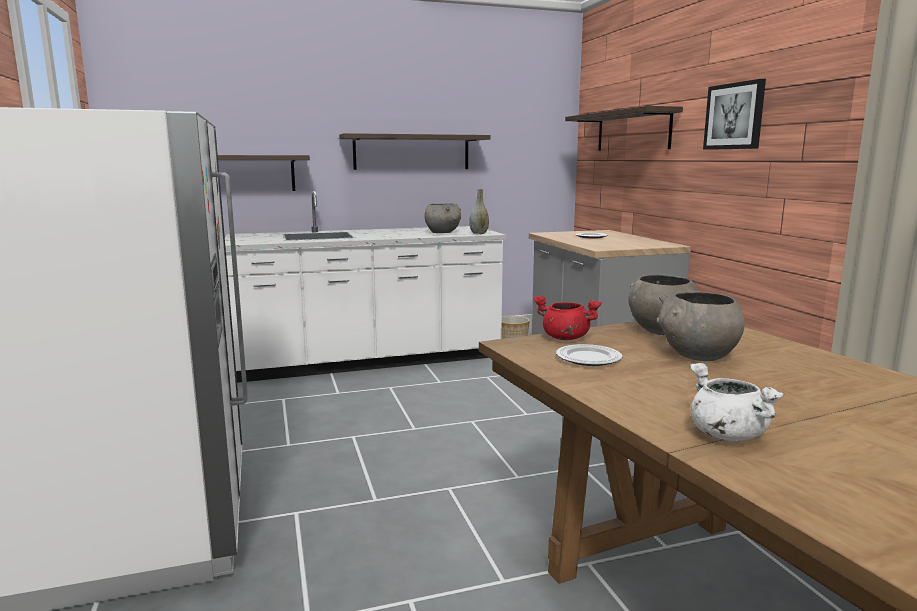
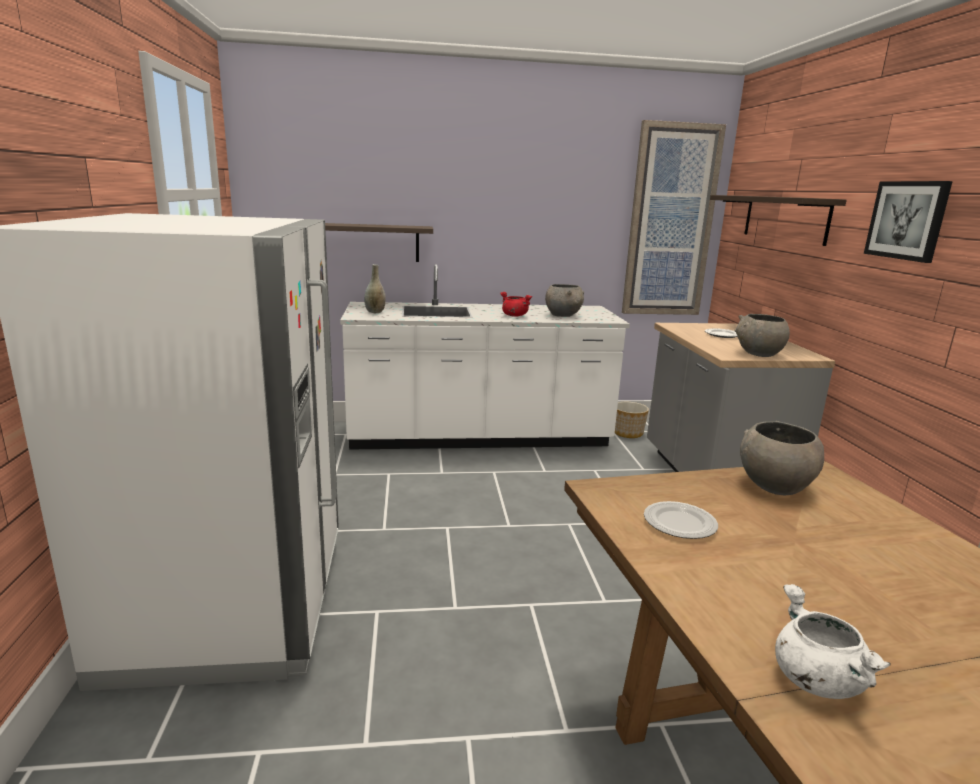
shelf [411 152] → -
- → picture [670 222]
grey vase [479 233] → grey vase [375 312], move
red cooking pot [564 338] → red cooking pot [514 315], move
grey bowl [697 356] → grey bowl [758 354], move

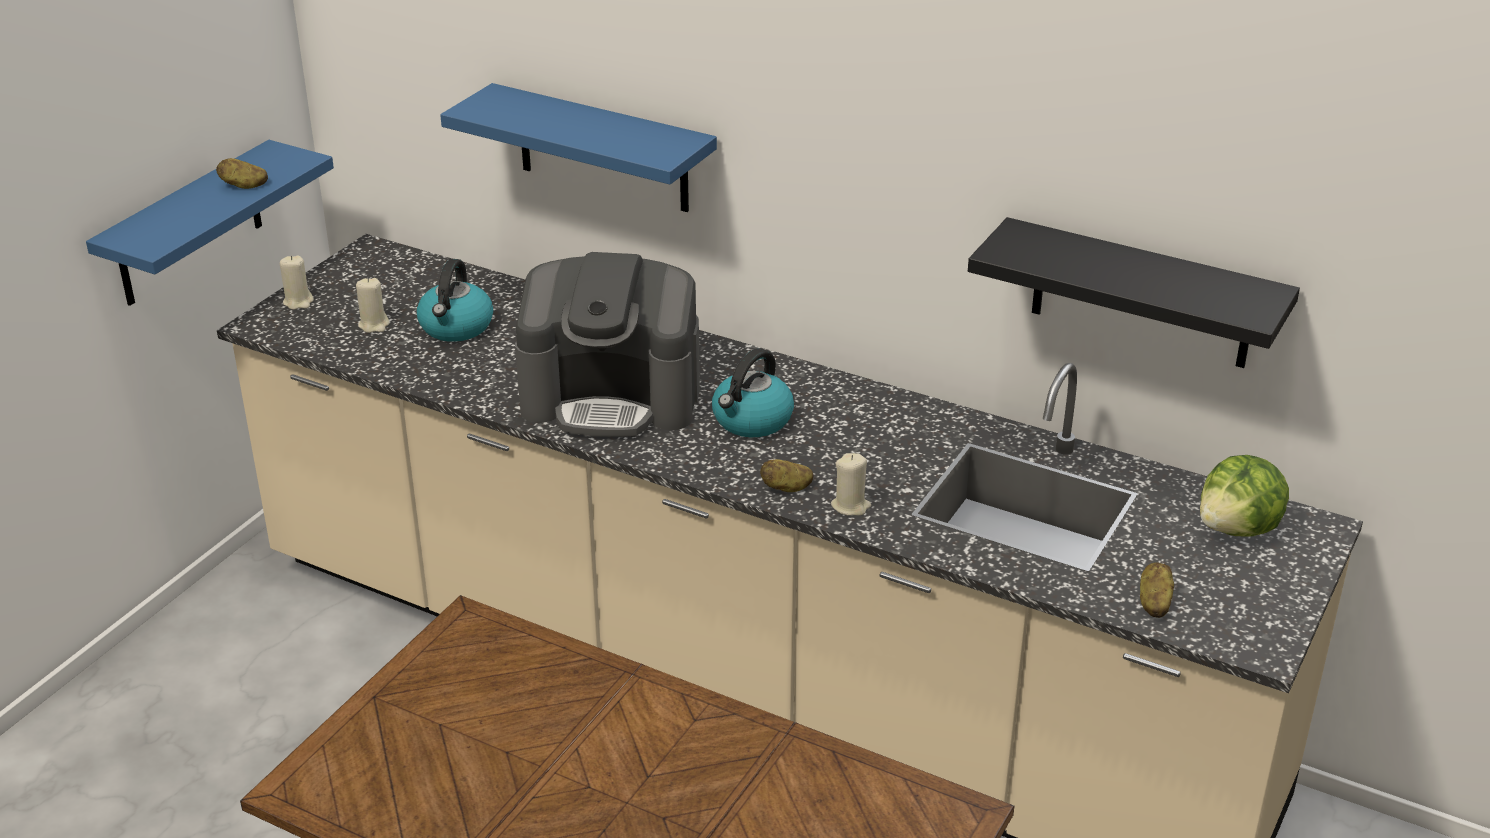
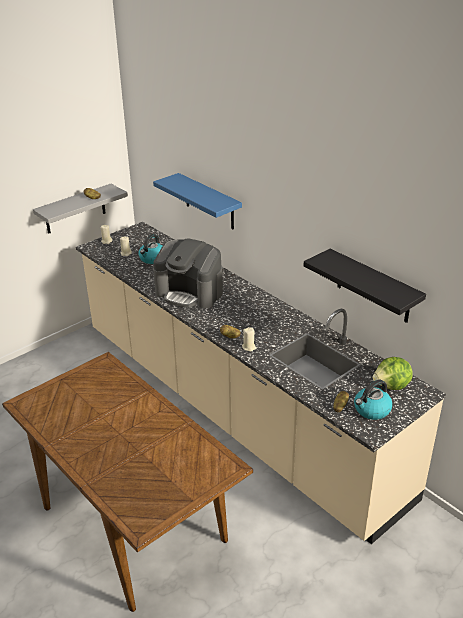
kettle [752 421] → kettle [371 410], move
blue shelf [189 226] → grey shelf [75 209]

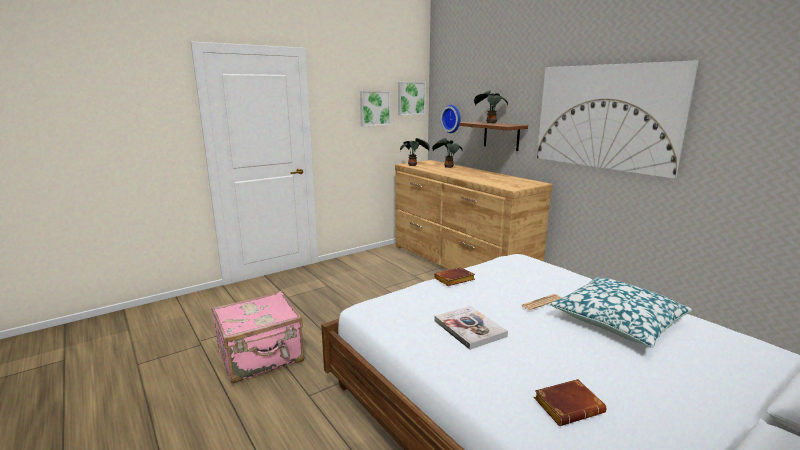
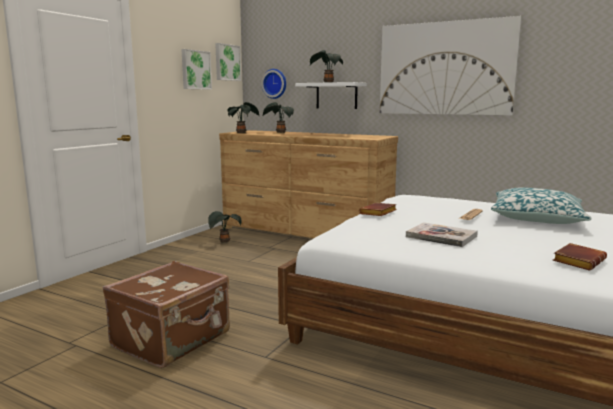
- → potted plant [224 242]
pink suitcase [261 358] → brown suitcase [173 340]
brown shelf [501 135] → white shelf [336 96]

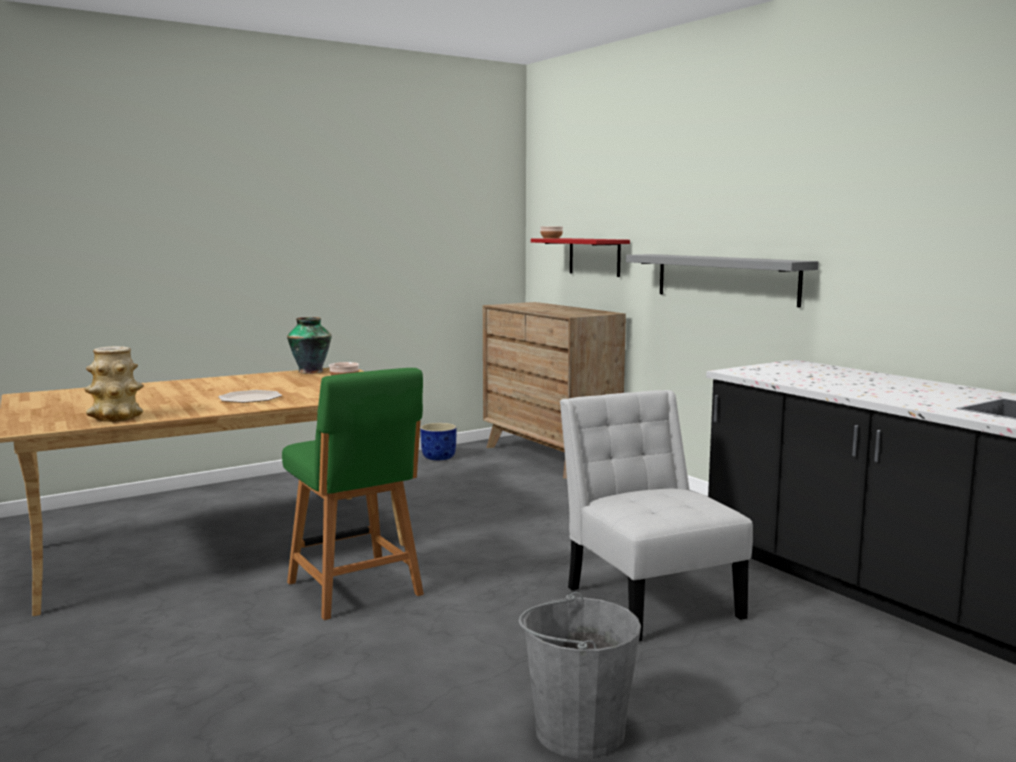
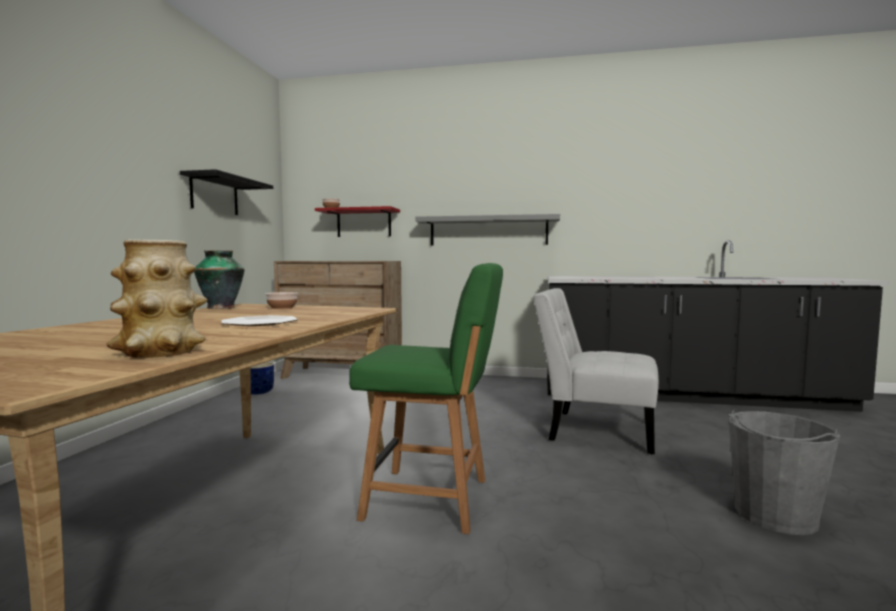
- → black shelf [214 195]

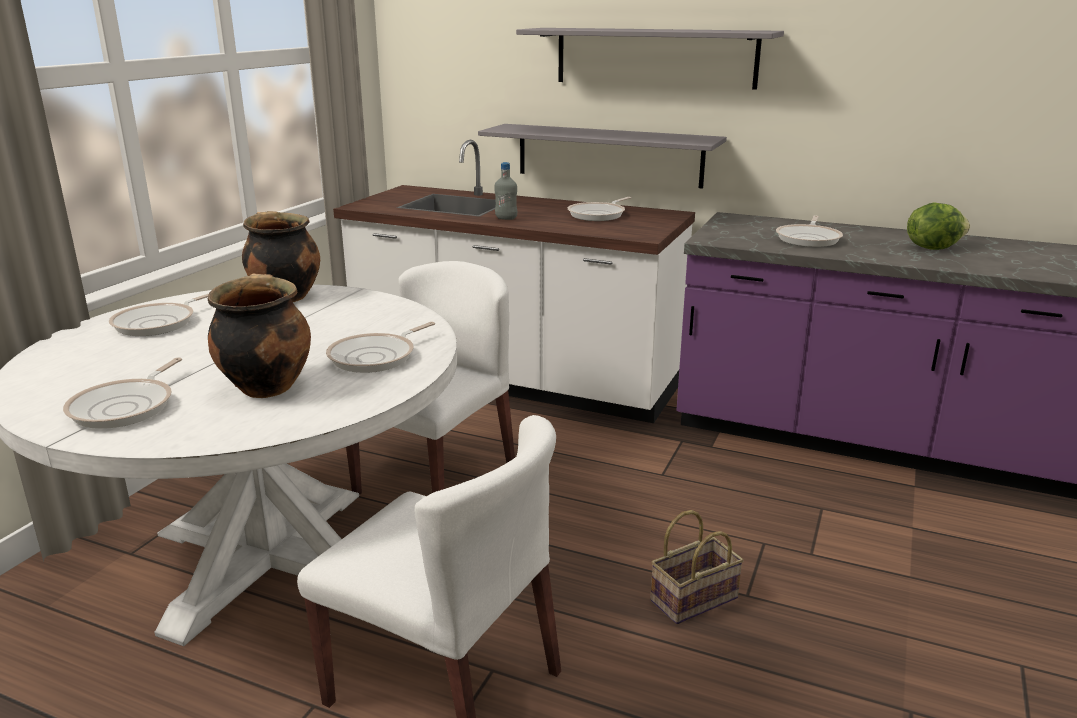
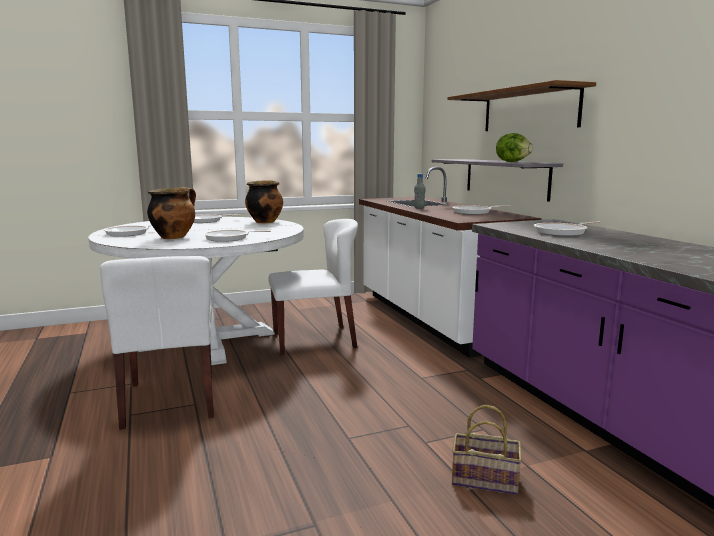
basket [694 598] → basket [486 479], move
lettuce [932 248] → lettuce [513 162], move
grey shelf [655 57] → brown shelf [529 110]

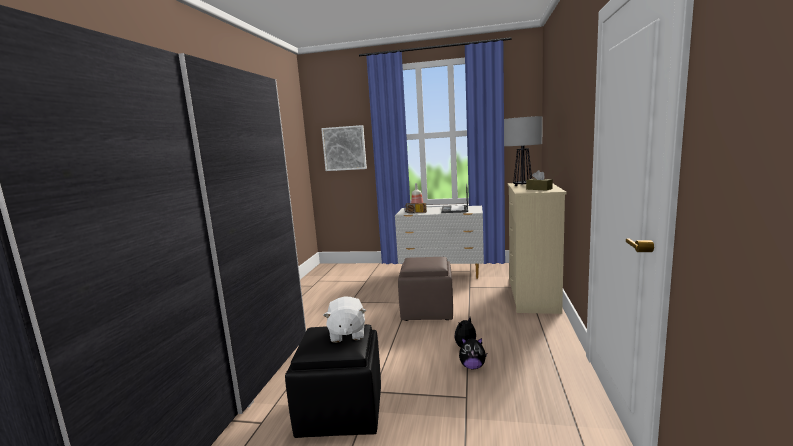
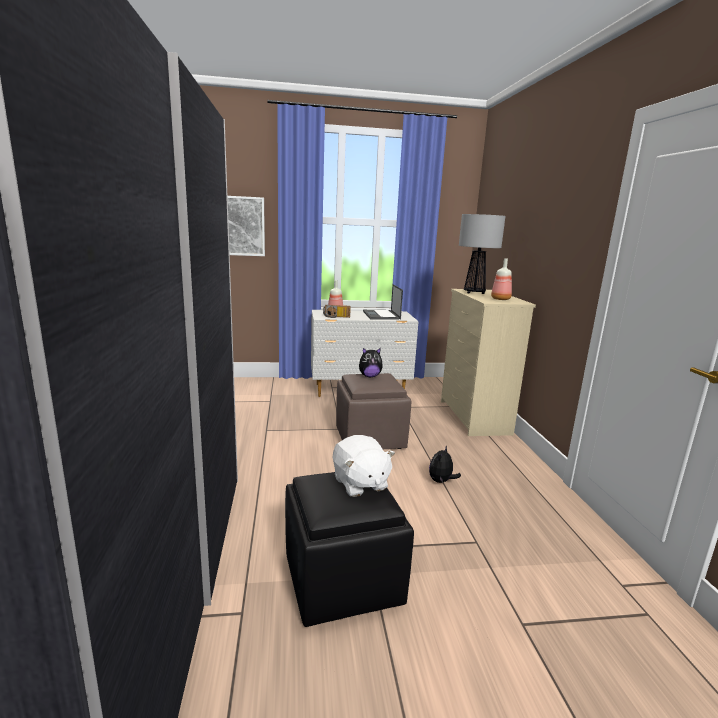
plush toy [472 366] → plush toy [369 376], move
brown tissue box [539 189] → bottle [501 299]

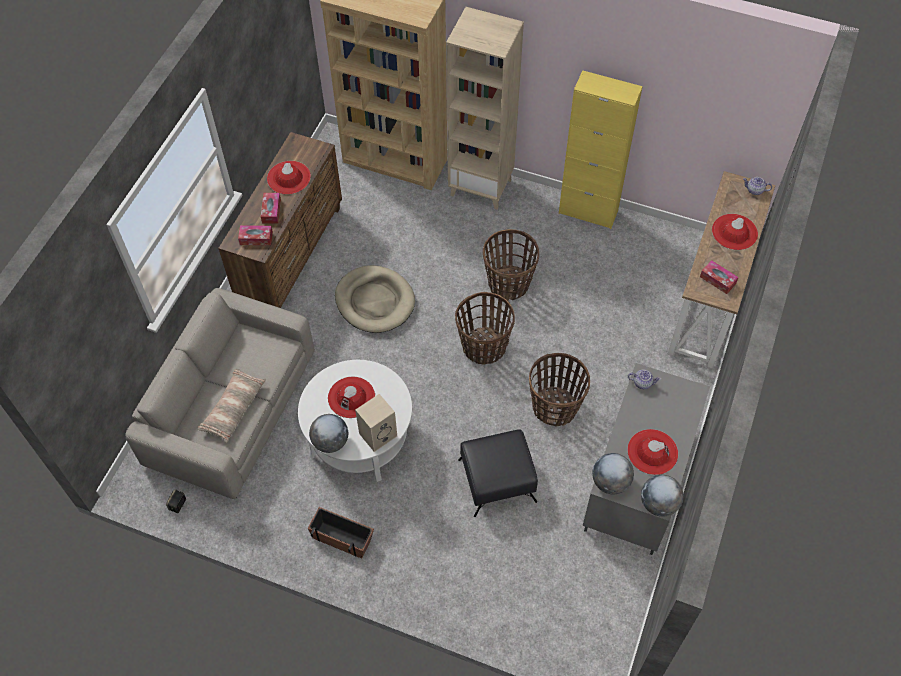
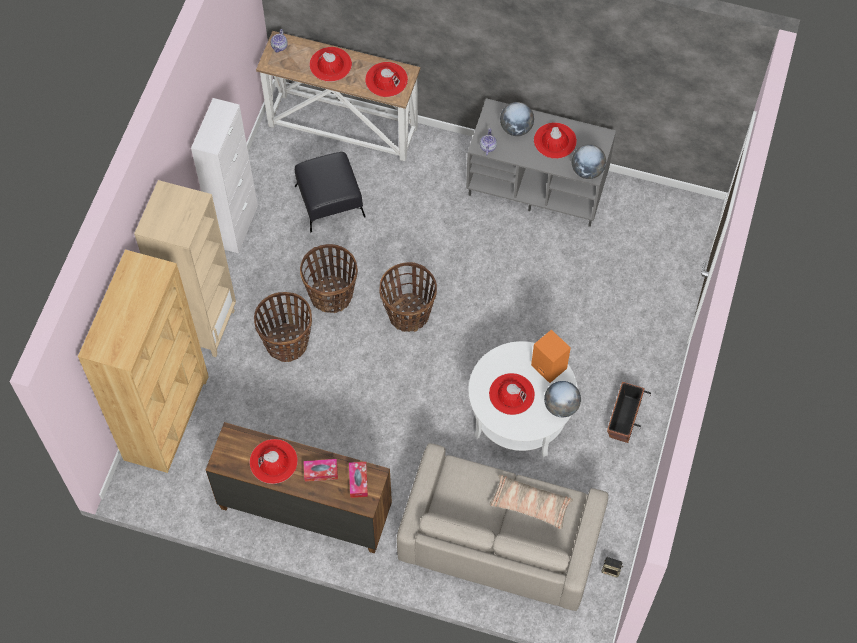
beige dog bed [375 301] → -
black ottoman [498 480] → black ottoman [330 200], move
basket [555 407] → basket [287 342], move
globe [658 504] → globe [516 128], move
tissue box [717 280] → red hat [386 79]
beige speaker [378 434] → orange speaker [547 366]
yellow cabinet [588 212] → white cabinet [236 226]

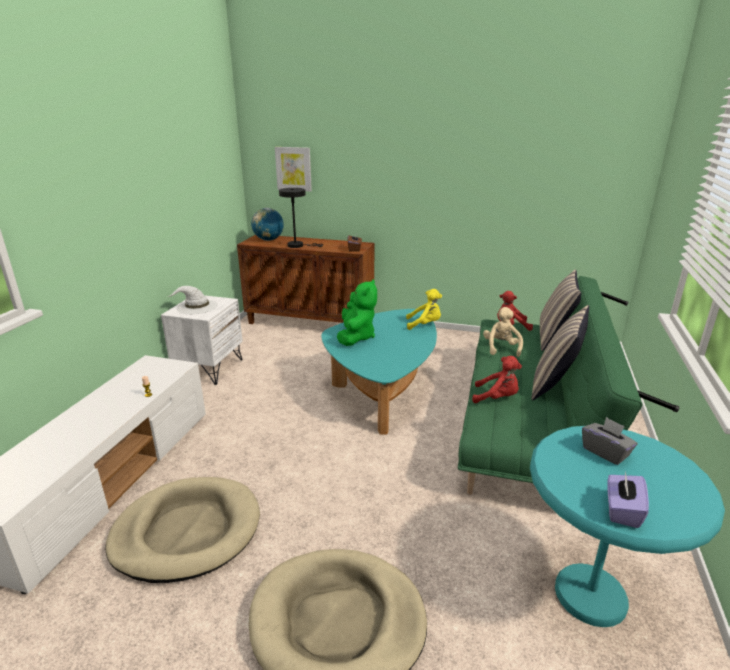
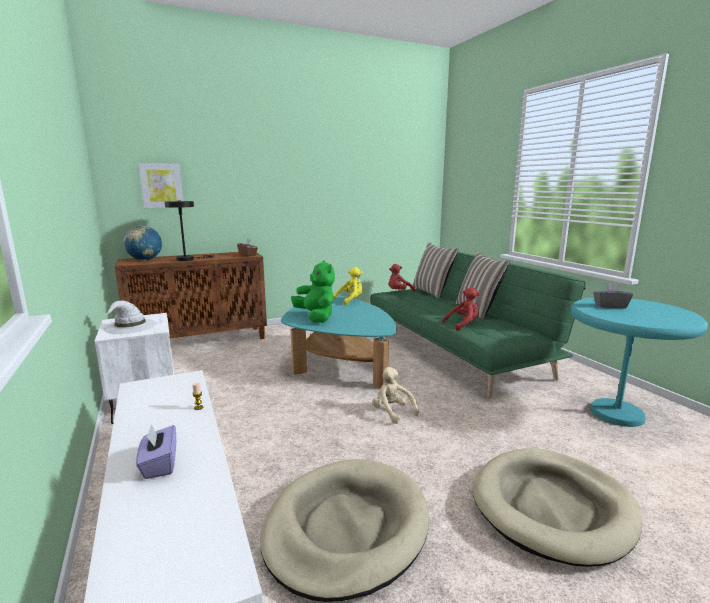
beige plush toy [501 348] → beige plush toy [392 412], move
purple tissue box [622 511] → purple tissue box [159 465], move

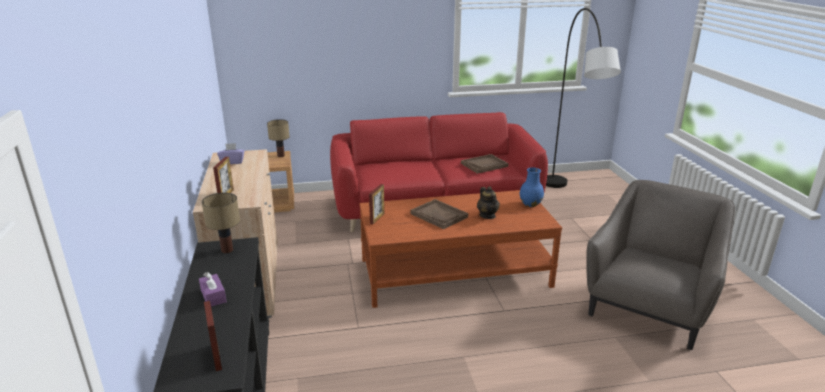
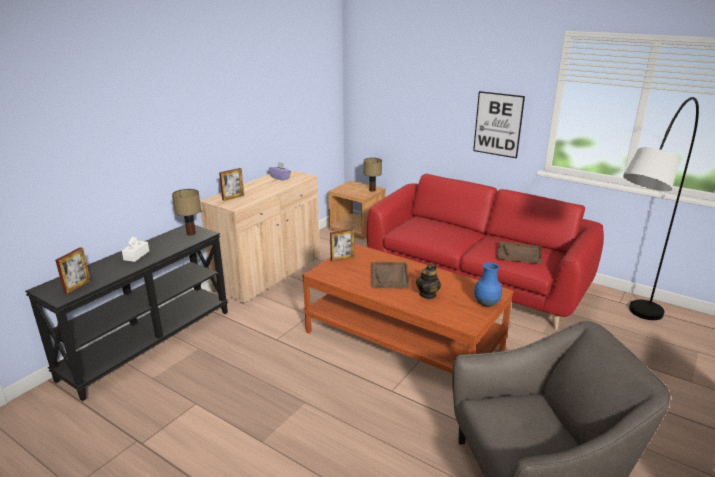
- → picture [498 124]
purple tissue box [213 296] → white tissue box [136 255]

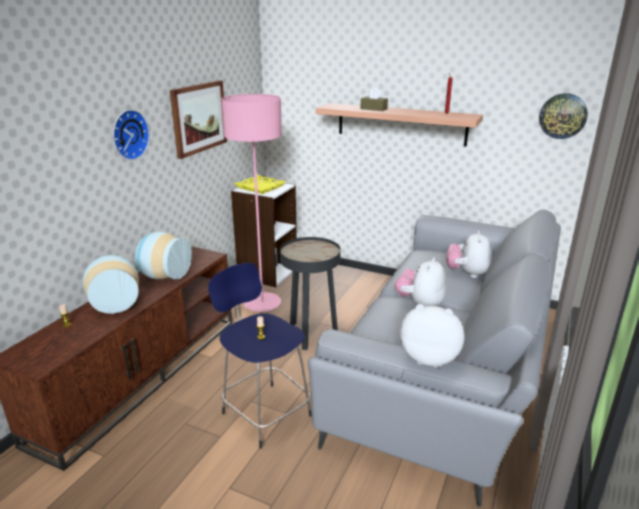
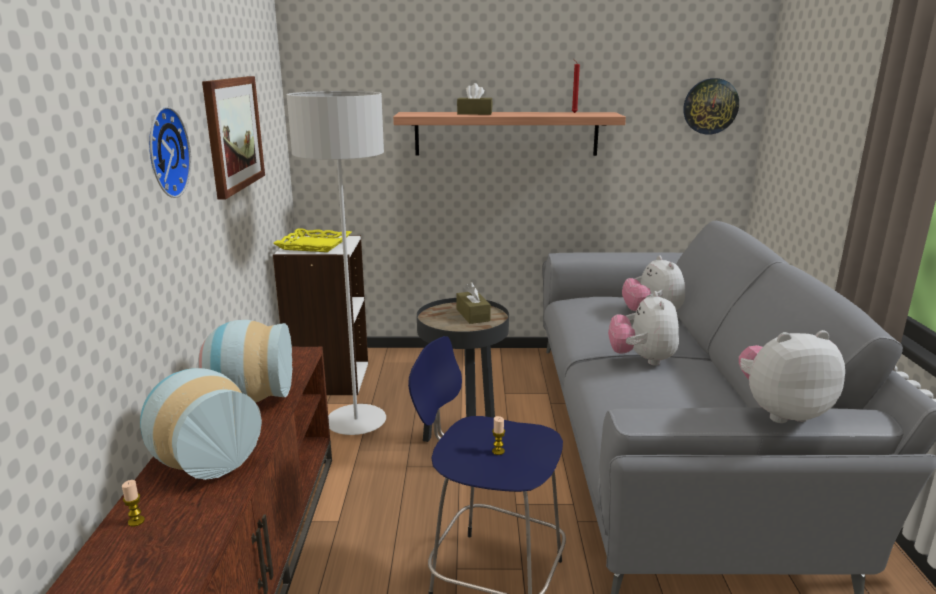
- → brown tissue box [473 315]
pink floor lamp [262 303] → grey floor lamp [356 422]

